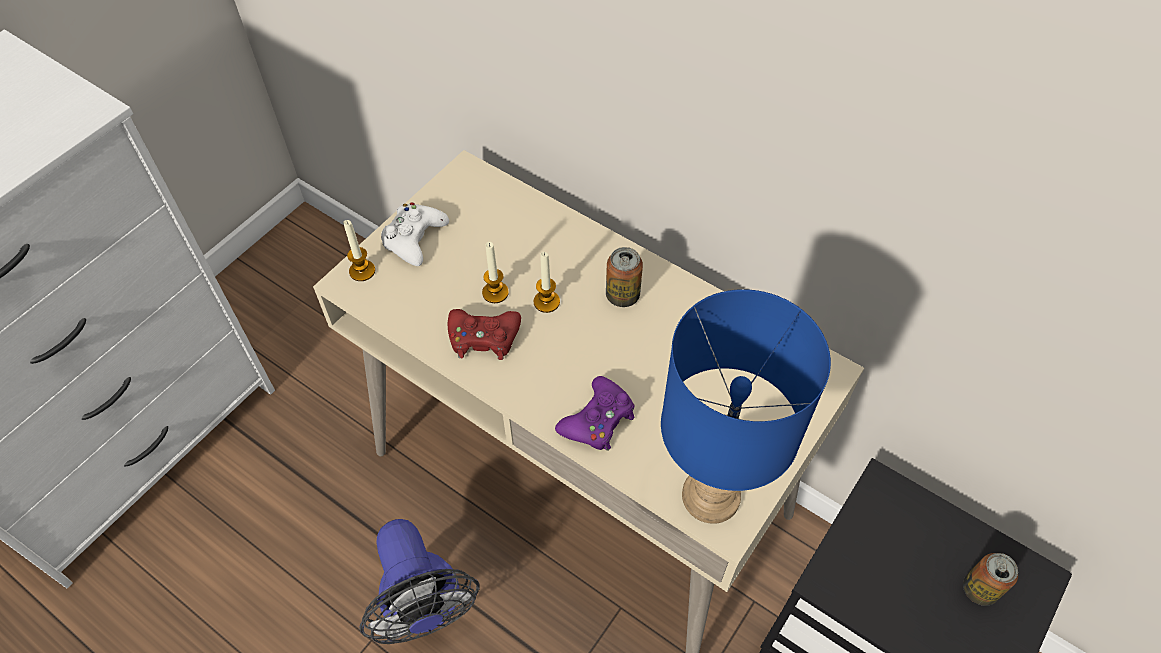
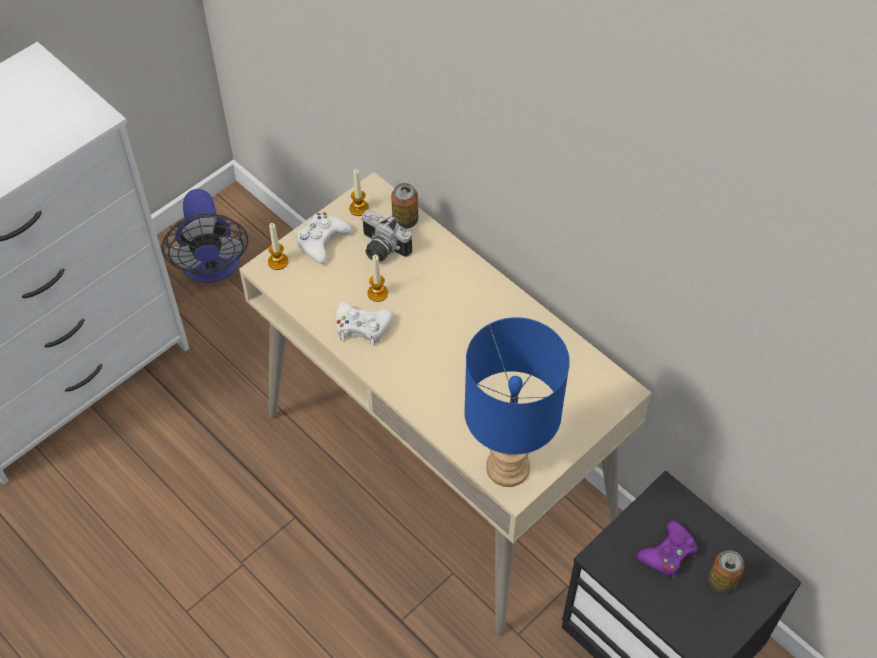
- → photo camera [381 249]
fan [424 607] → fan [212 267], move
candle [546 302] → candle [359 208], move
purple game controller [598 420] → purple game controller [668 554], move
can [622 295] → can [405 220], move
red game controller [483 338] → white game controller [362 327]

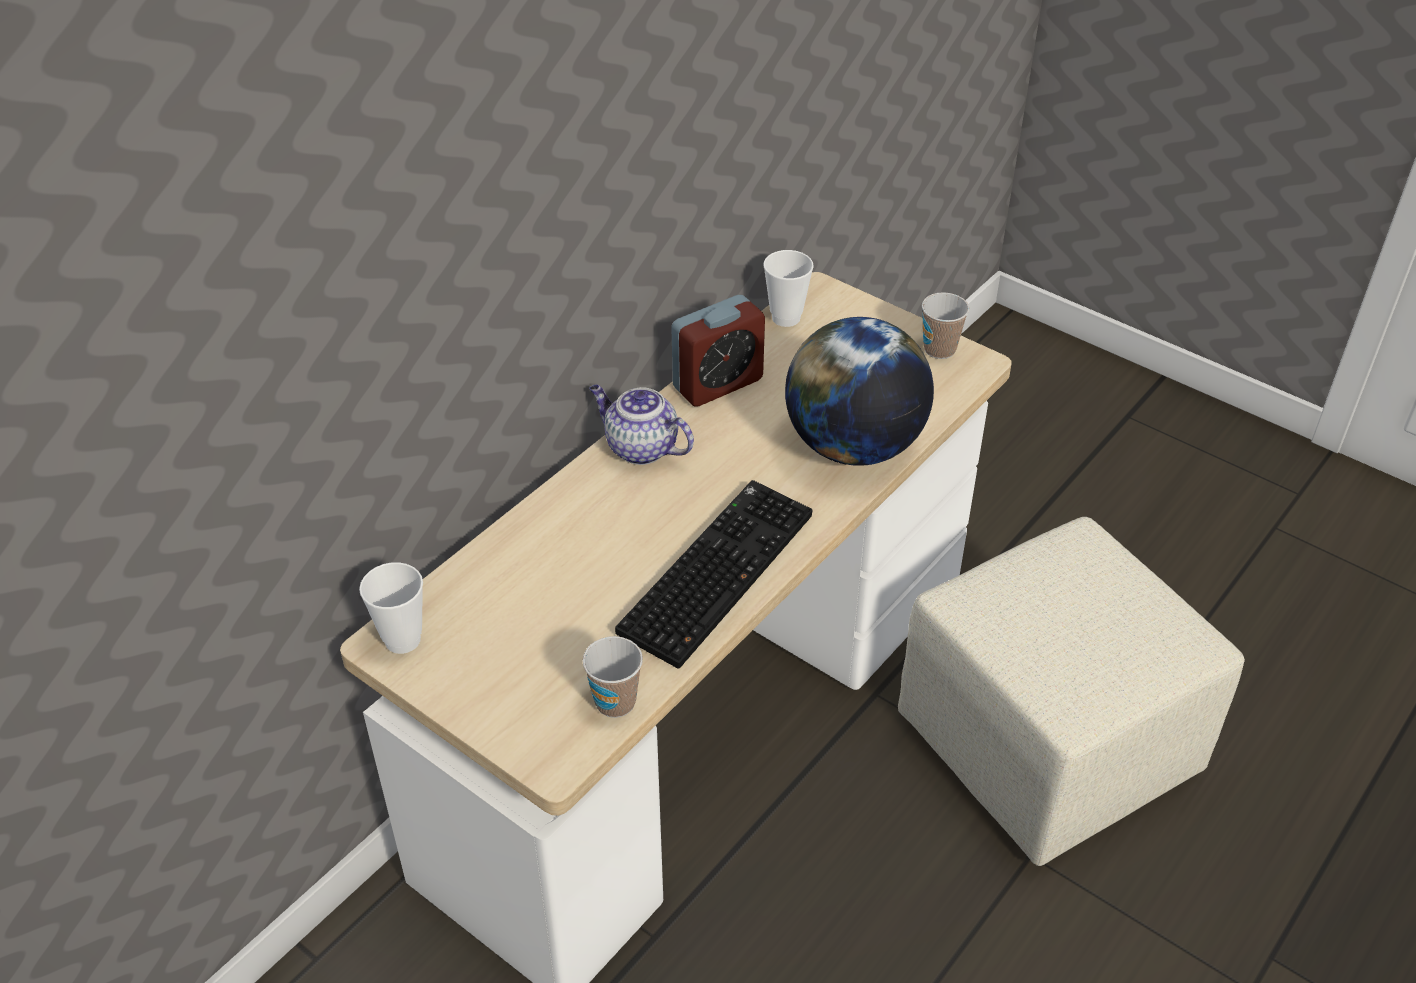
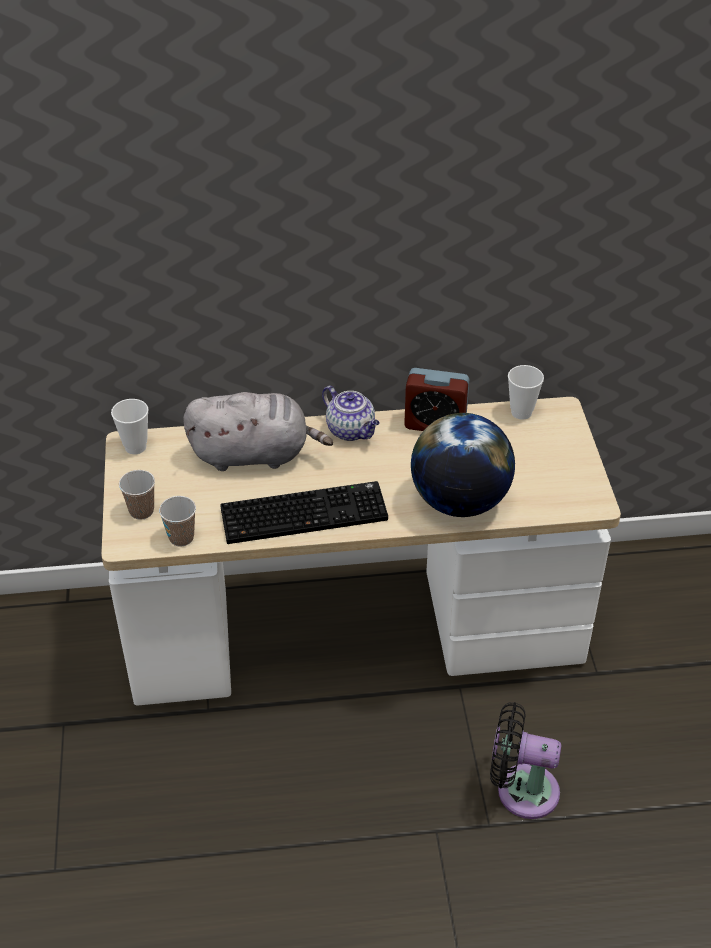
- → grey plush toy [255 454]
cup [939 349] → cup [141 511], move
beige ottoman [1050 748] → black fan [521 790]
teapot [640 448] → teapot [351 431], 150 degrees clockwise

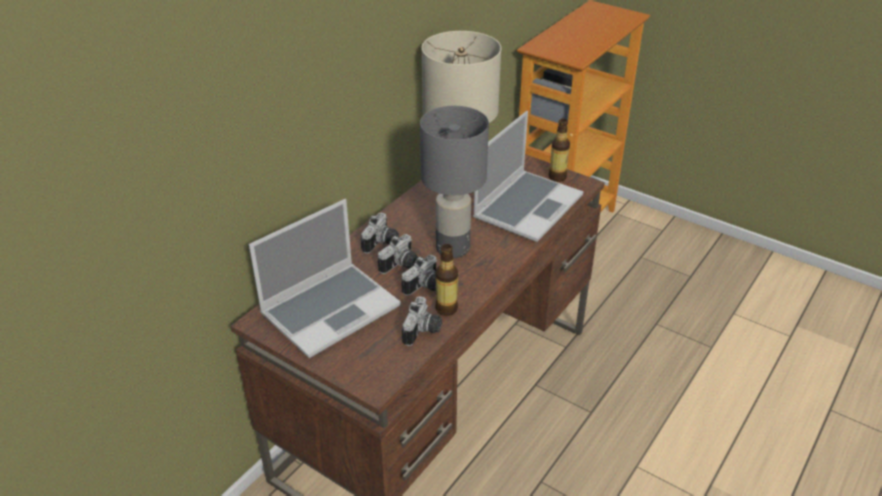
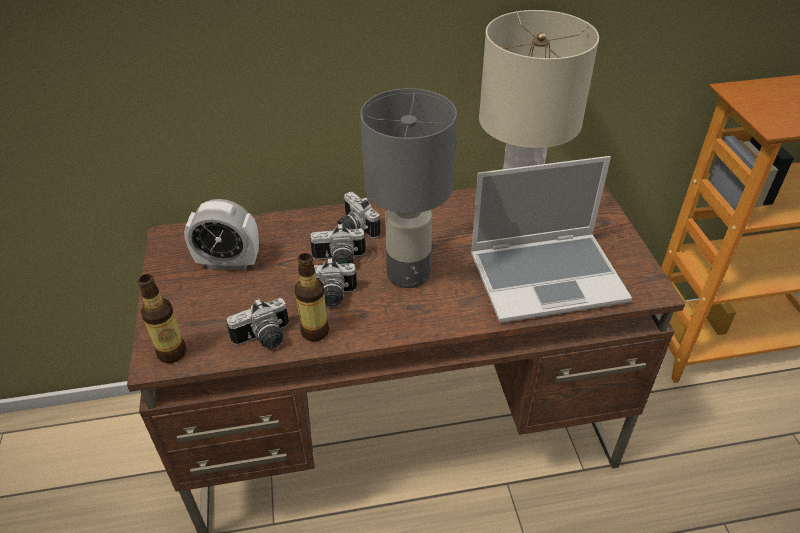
bottle [557 177] → bottle [172 353], move
laptop [331 309] → alarm clock [228 262]
photo camera [382 243] → photo camera [354 228], 75 degrees clockwise

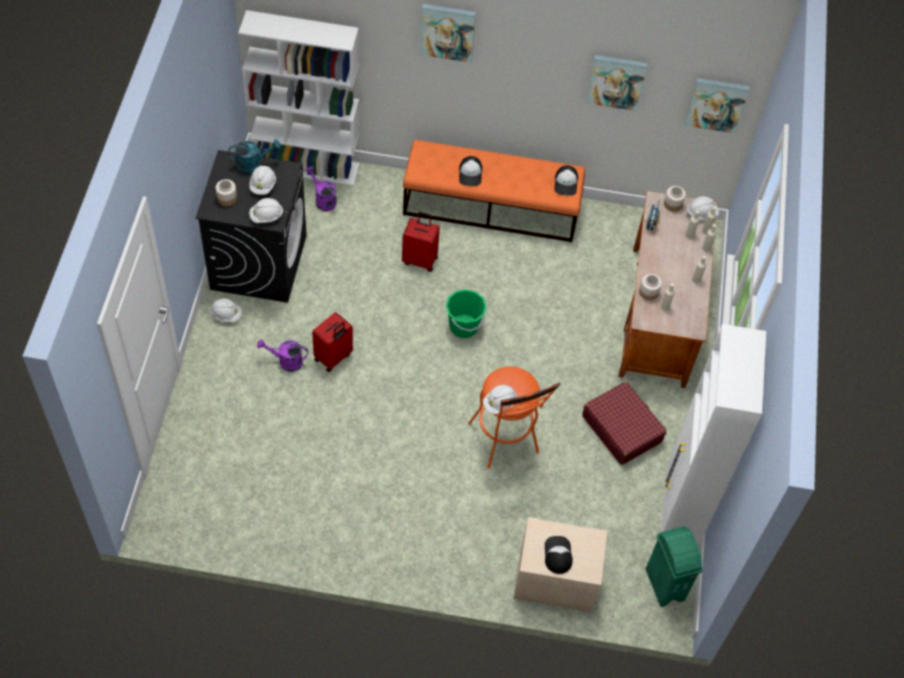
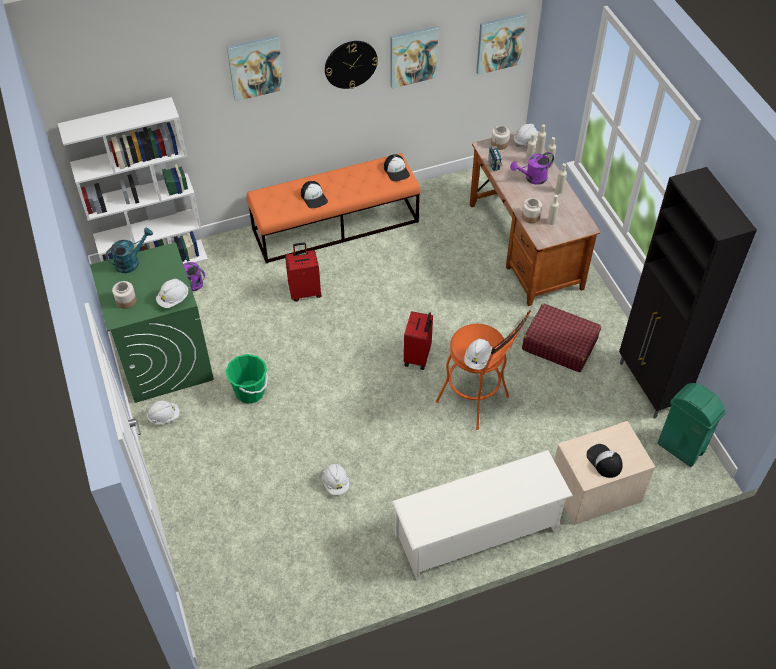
- → wall clock [350 64]
- → white shoe rack [477 534]
white hard hat [263 185] → white hard hat [336 483], move
purple watering can [286 361] → purple watering can [532 178], move
red suitcase [333 358] → red suitcase [418 356], move
green bucket [464 326] → green bucket [250 392], move
black washing machine [258 262] → green washing machine [164 358]
white cabinet [678 513] → black cabinet [649 387]

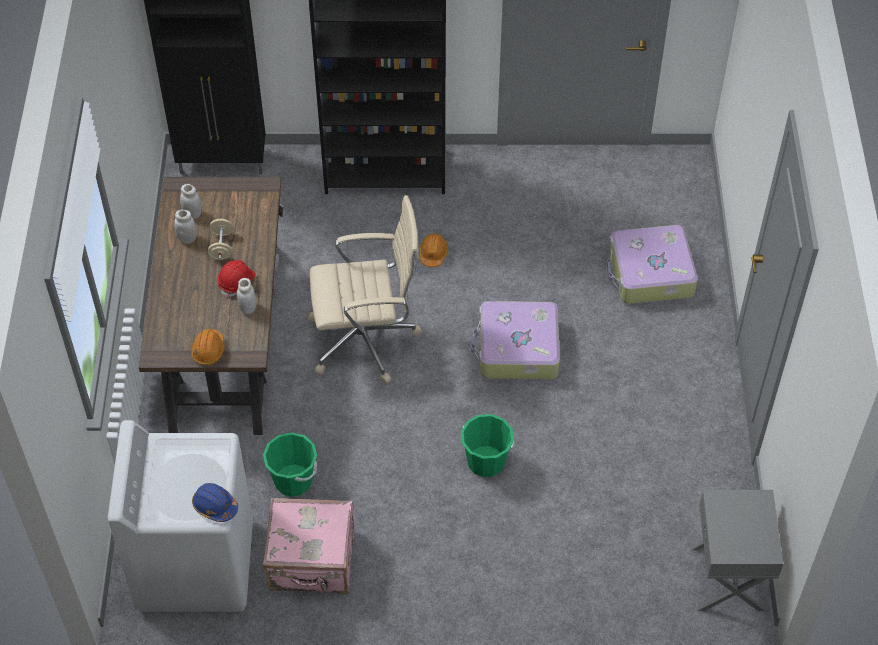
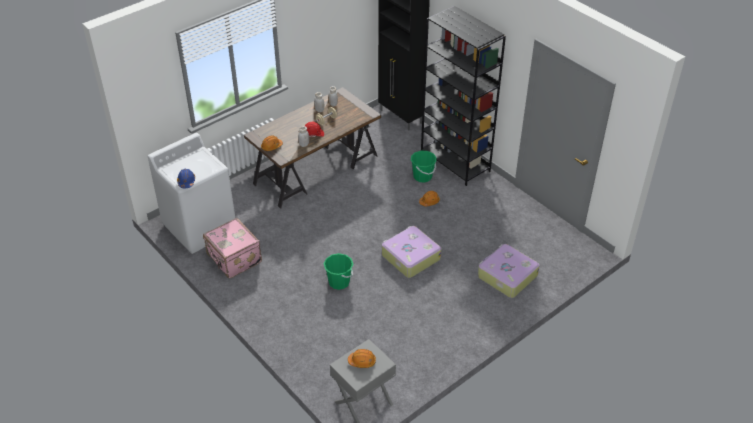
beige office chair [366 340] → -
- → orange hard hat [362 361]
green bucket [293 480] → green bucket [422 176], move

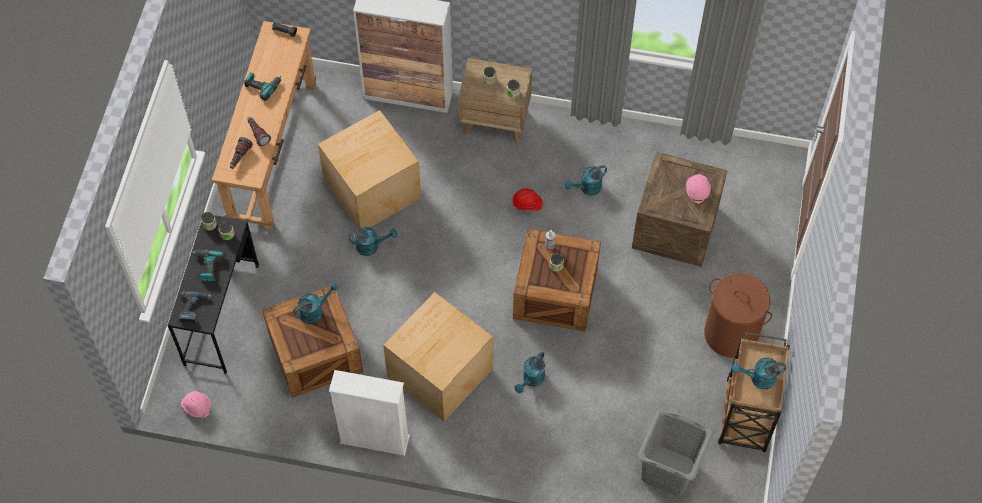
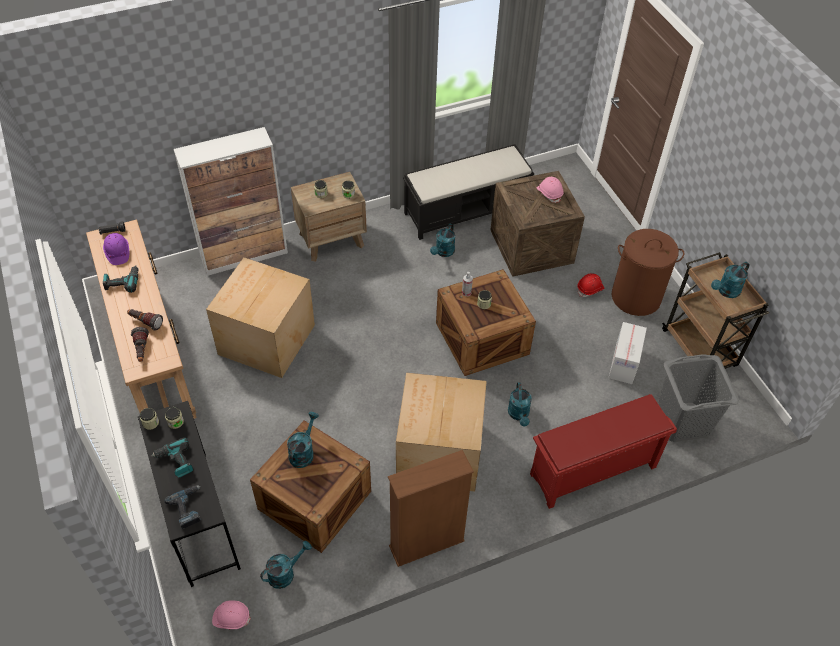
- → purple hard hat [117 253]
- → black bench [466 210]
- → red shoe rack [592 472]
- → cardboard box [624 363]
turquoise watering can [371 246] → turquoise watering can [285 573], move
red hard hat [527 204] → red hard hat [590 289], move
white bookcase [374 439] → brown bookcase [426 544]

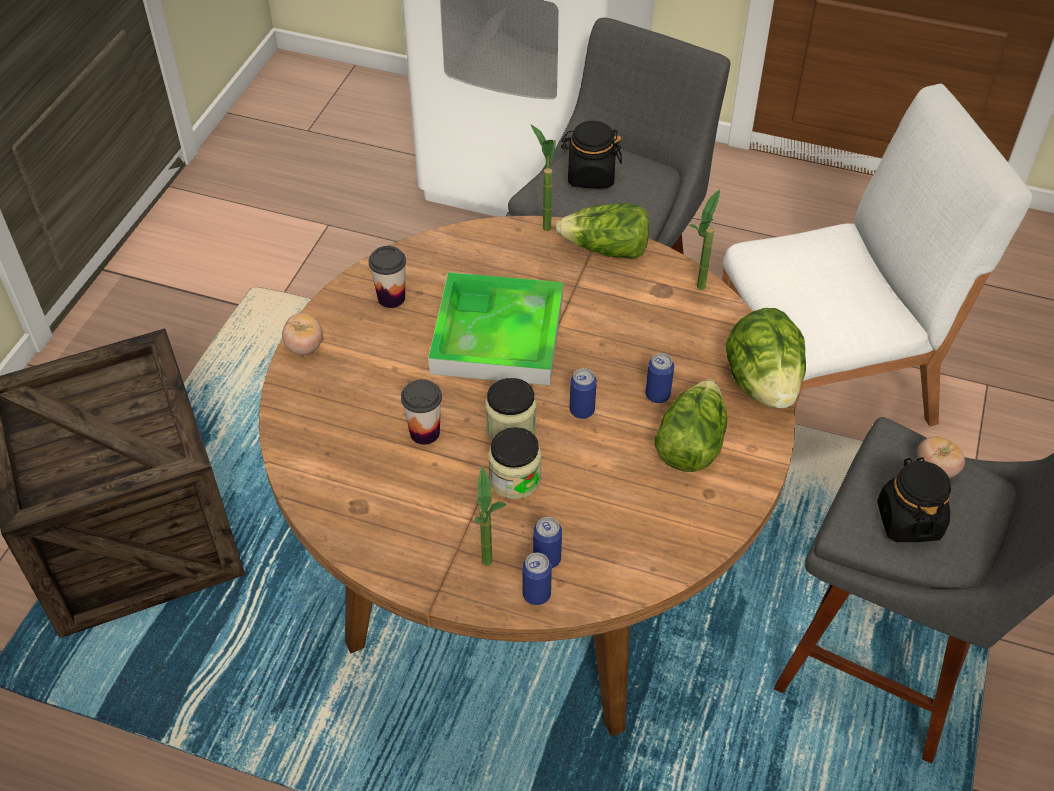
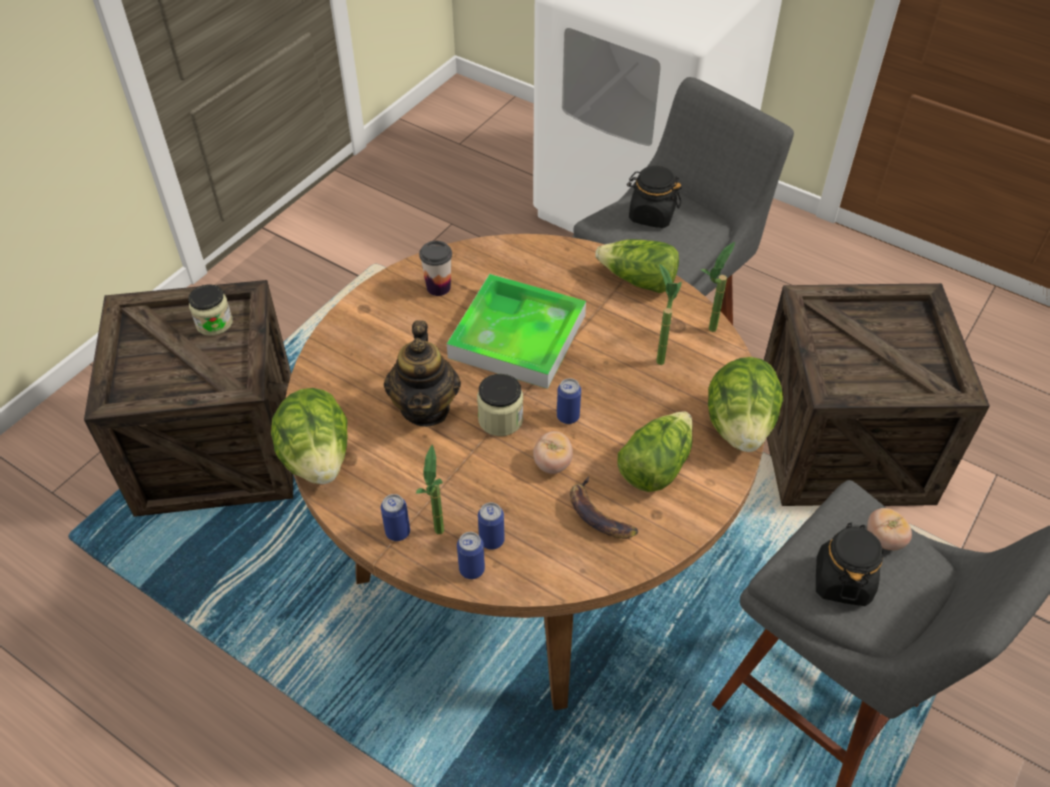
- → lettuce [317 458]
- → banana [598 515]
tomato [305 347] → tomato [552 464], move
jar [515 479] → jar [214 323], move
potted plant [543 222] → potted plant [658 355], move
can [657 395] → can [397 532], move
cup [424 433] → teapot [426 407]
white chair [826 385] → crate [842 444]

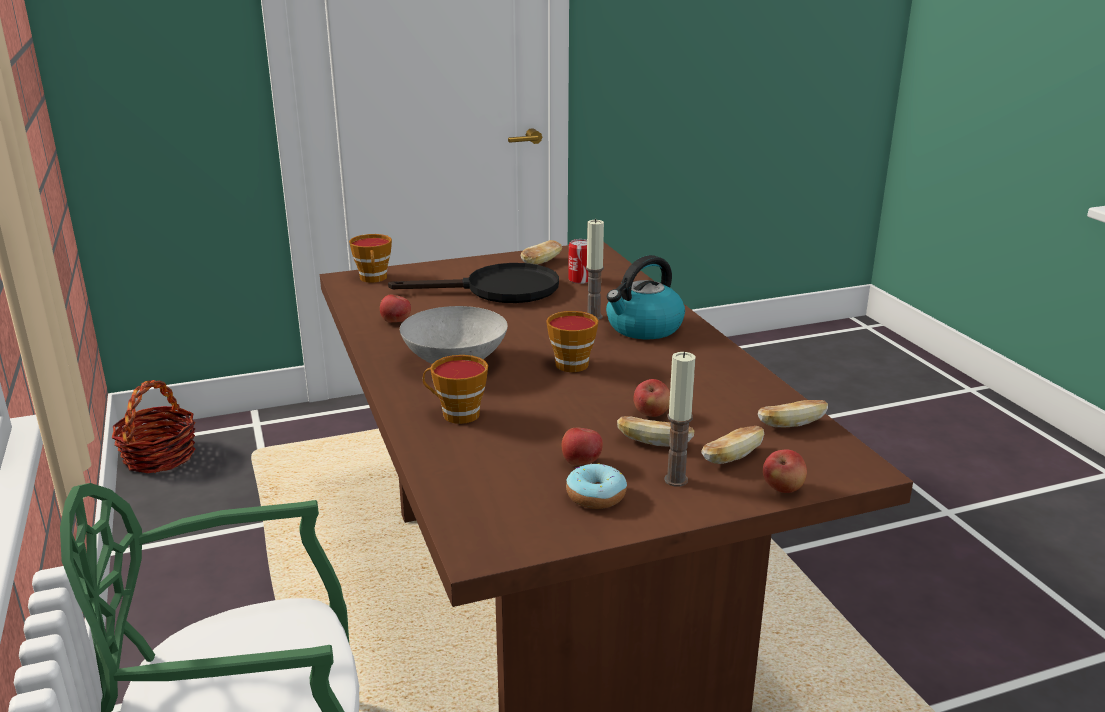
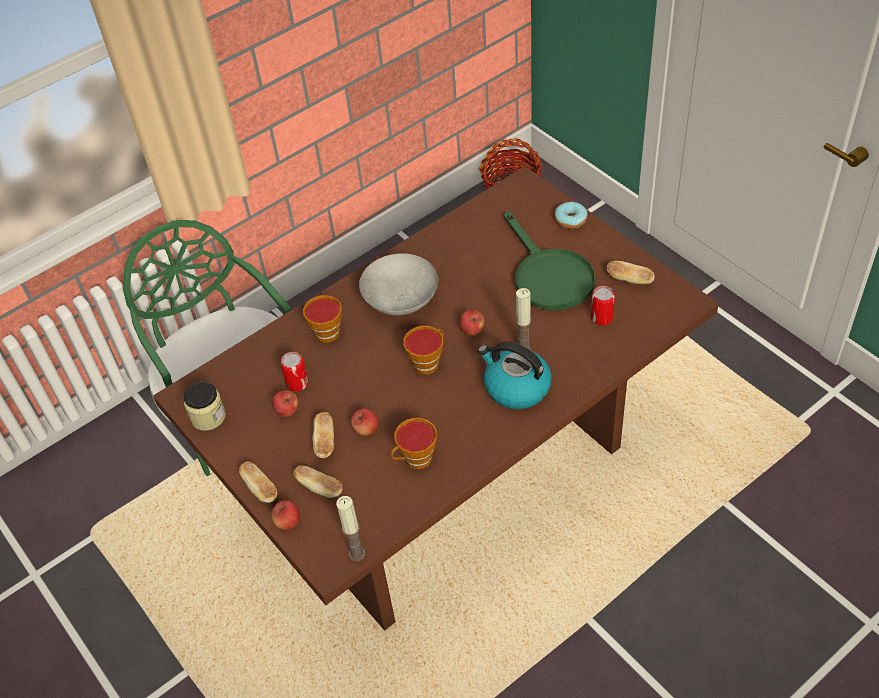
- → jar [208 417]
- → can [297 383]
cup [374 279] → cup [415 460], move
apple [396 322] → apple [472 330], move
donut [596 496] → donut [570 220], move
candle [676 480] → candle [357 554], move
bread [791 425] → bread [260 488], move
black frying pan [499 290] → green frying pan [548 276]

